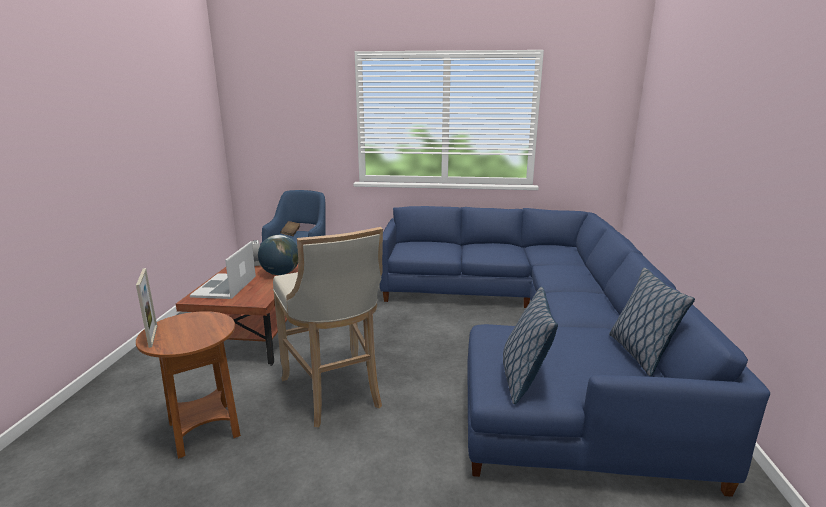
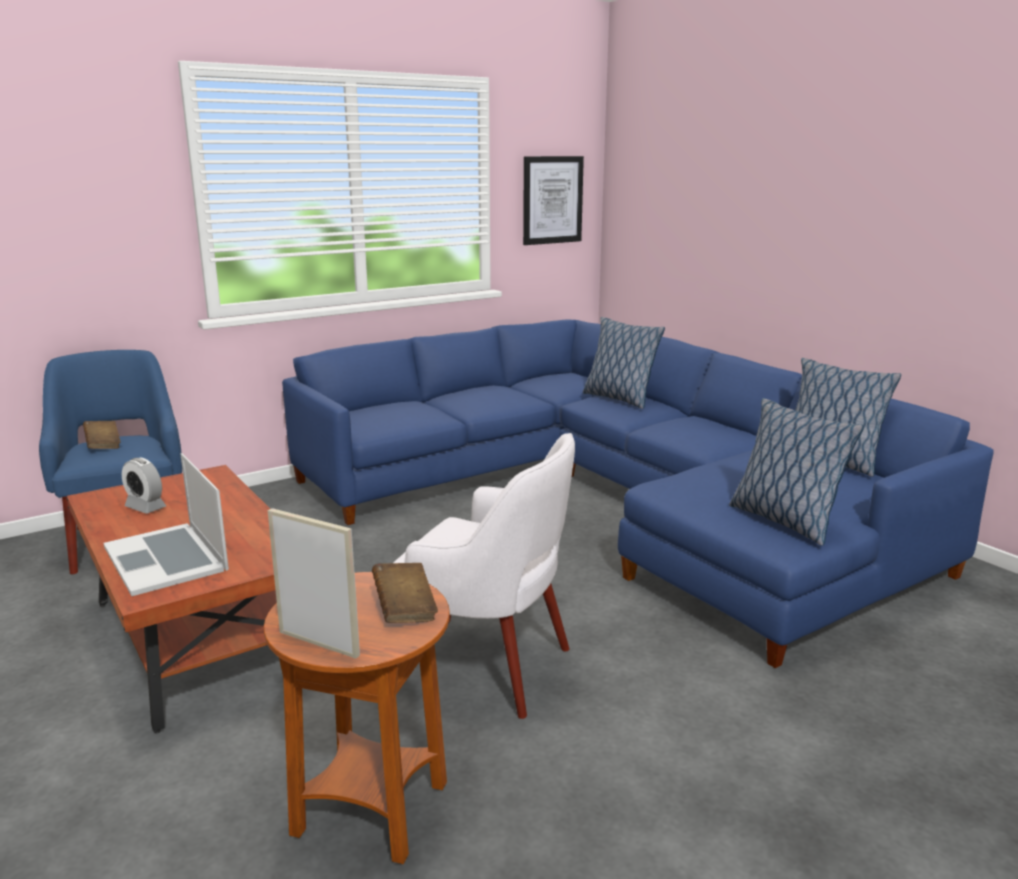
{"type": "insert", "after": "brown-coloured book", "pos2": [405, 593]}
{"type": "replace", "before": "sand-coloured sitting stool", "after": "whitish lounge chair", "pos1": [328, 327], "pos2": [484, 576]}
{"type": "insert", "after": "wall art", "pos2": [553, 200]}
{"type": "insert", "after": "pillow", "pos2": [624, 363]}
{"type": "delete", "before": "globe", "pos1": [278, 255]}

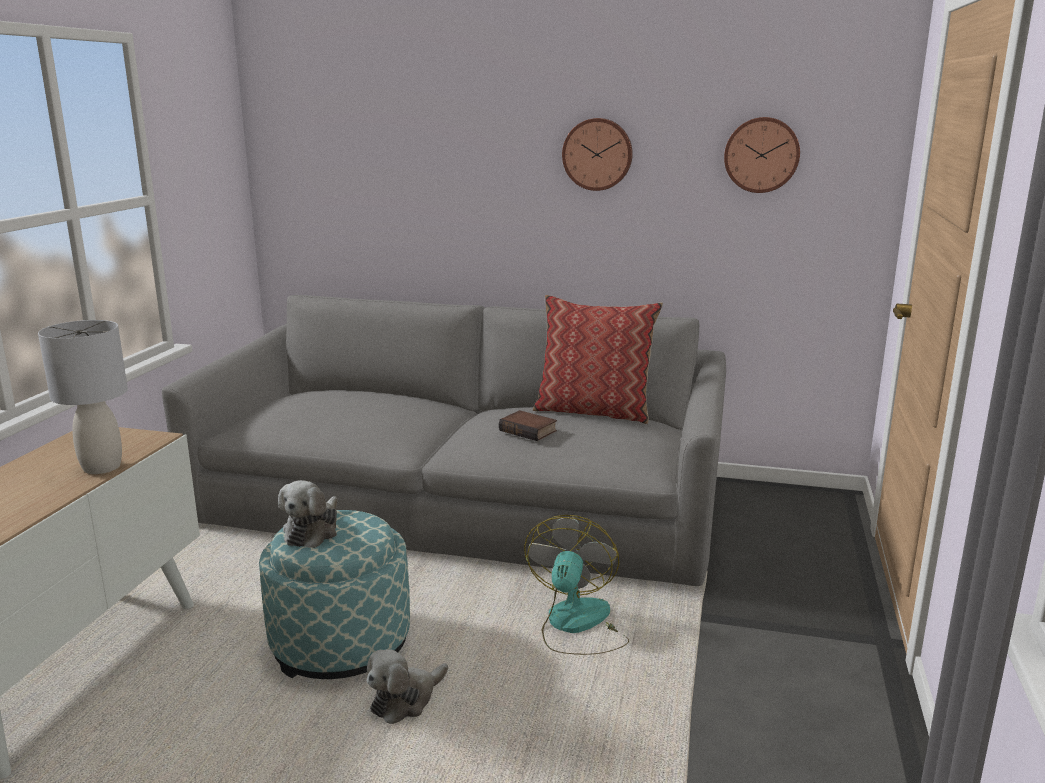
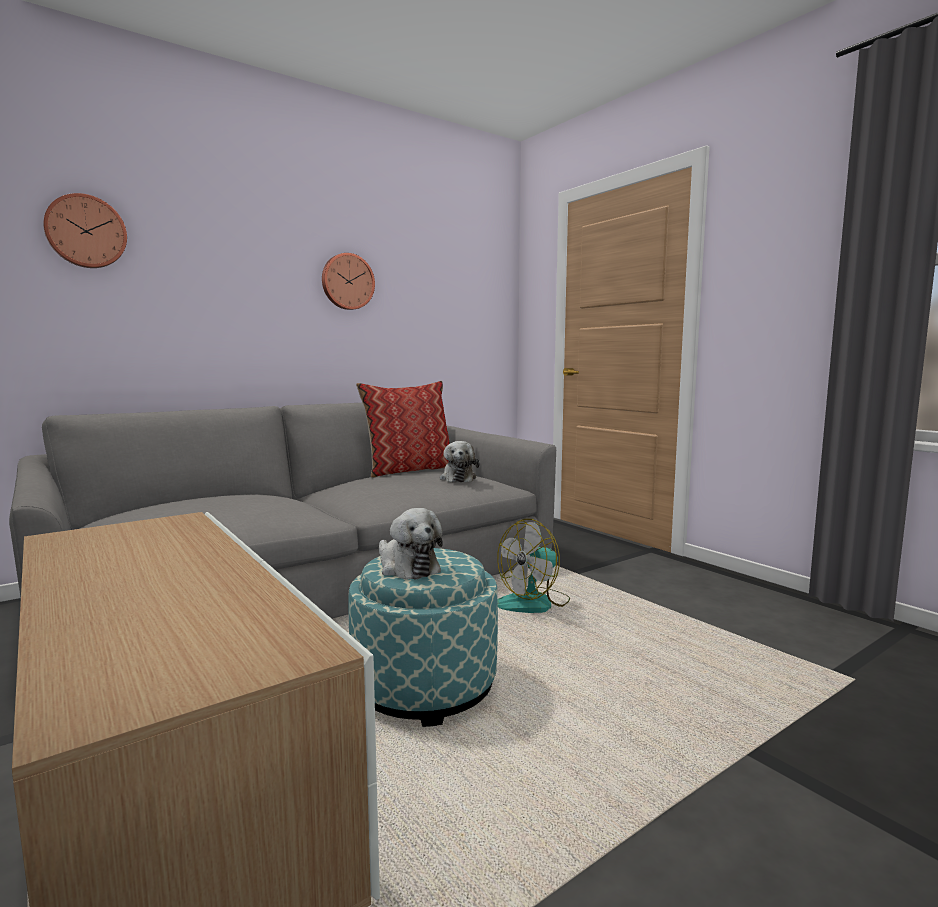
{"type": "move", "before": "wall clock", "pos1": [762, 155], "pos2": [85, 230]}
{"type": "move", "before": "cuddly toy", "pos1": [407, 686], "pos2": [460, 462]}
{"type": "rotate", "before": "fan", "pos1": [576, 585], "pos2": [533, 566], "turn": -90}
{"type": "delete", "before": "gray tabletop lamp", "pos1": [83, 397]}
{"type": "delete", "before": "book", "pos1": [528, 425]}

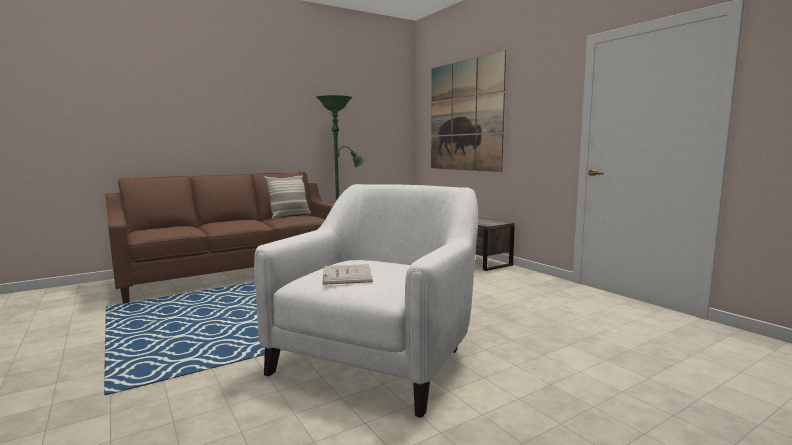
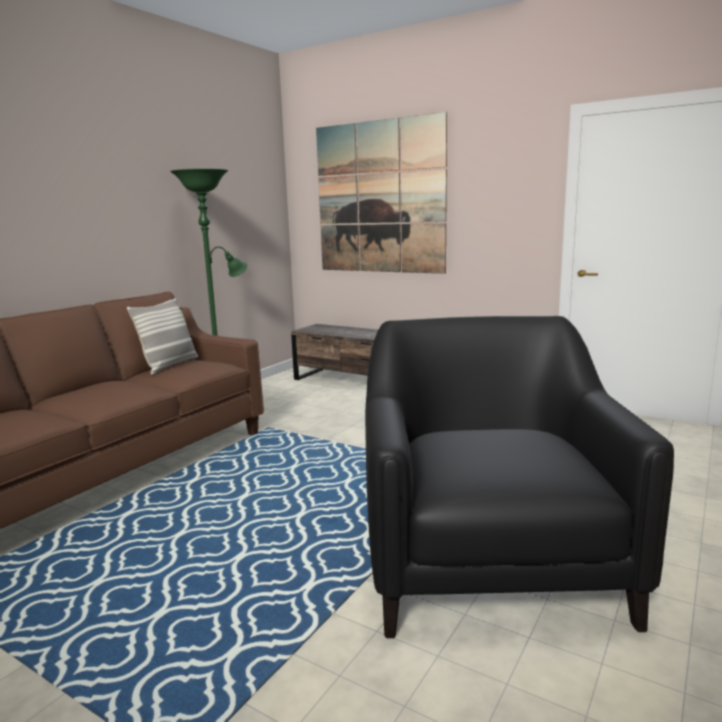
{"type": "recolor", "before": "whitish lounge chair", "after": "black lounge chair", "pos1": [366, 301], "pos2": [519, 477]}
{"type": "delete", "before": "whitish book", "pos1": [347, 274]}

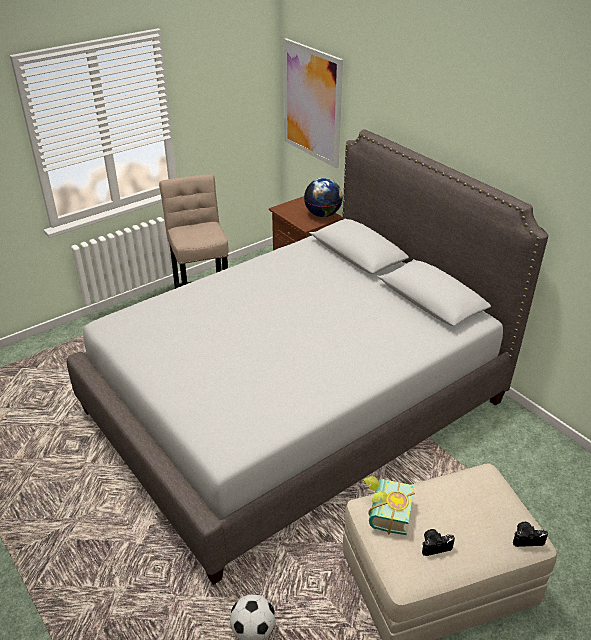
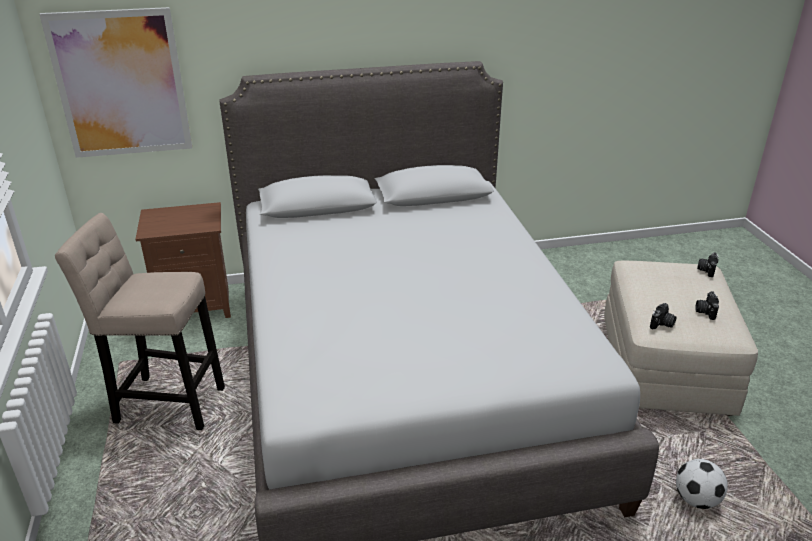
{"type": "replace", "before": "book", "after": "still camera", "pos1": [389, 505], "pos2": [663, 316]}
{"type": "delete", "before": "globe", "pos1": [323, 197]}

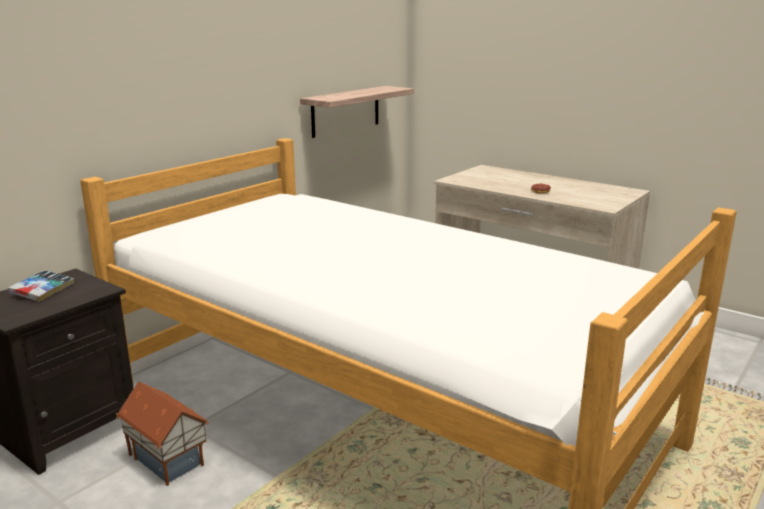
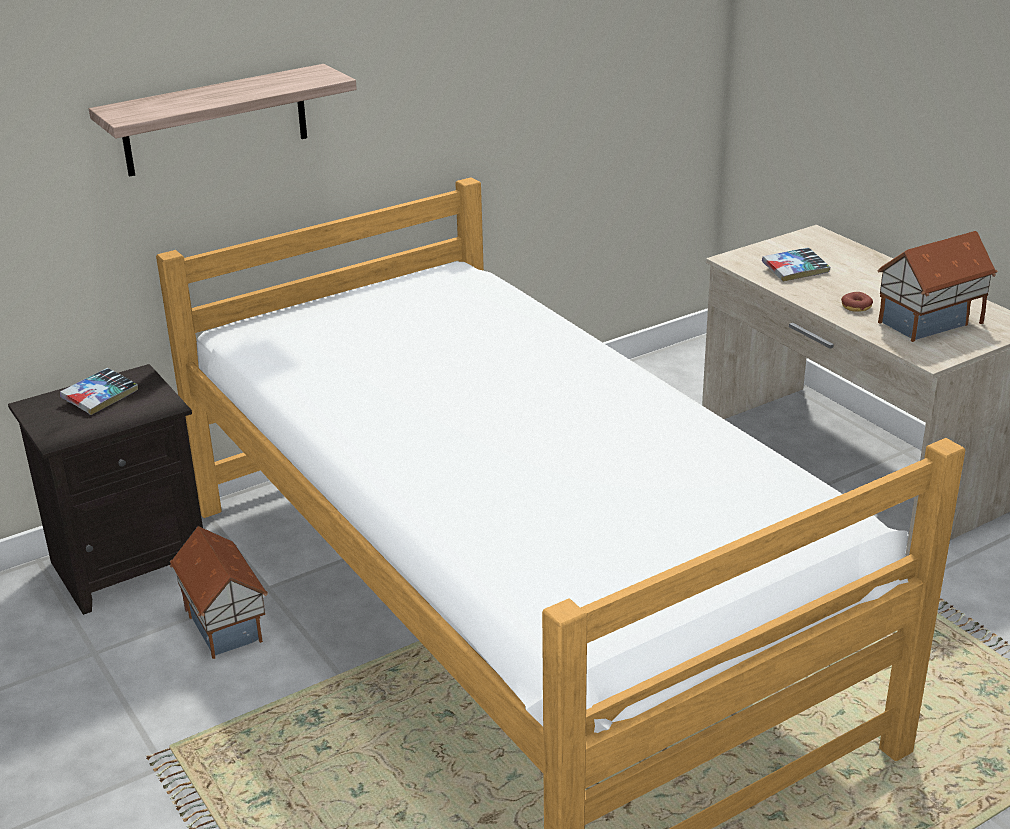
{"type": "move", "before": "shelf", "pos1": [357, 112], "pos2": [223, 120]}
{"type": "insert", "after": "book", "pos2": [796, 264]}
{"type": "insert", "after": "model house", "pos2": [937, 286]}

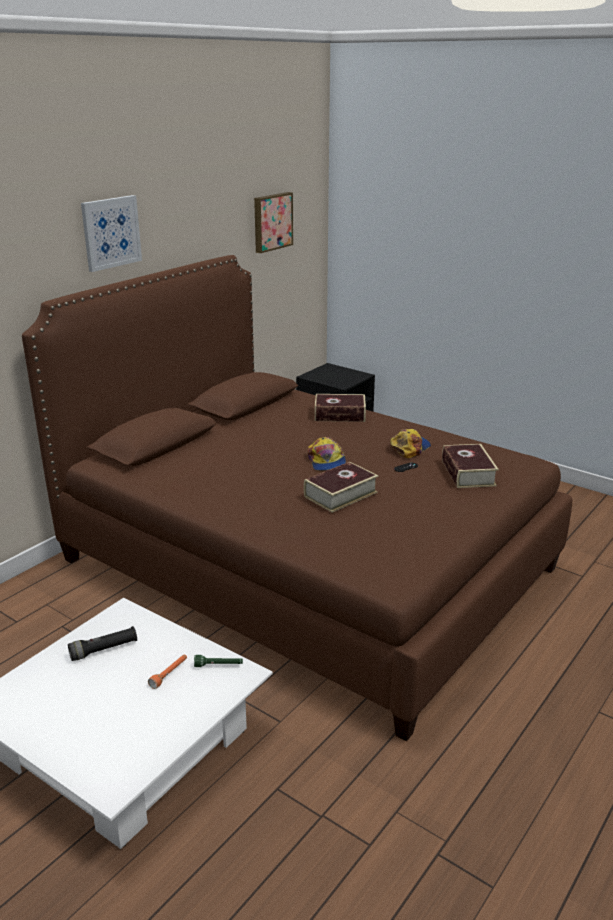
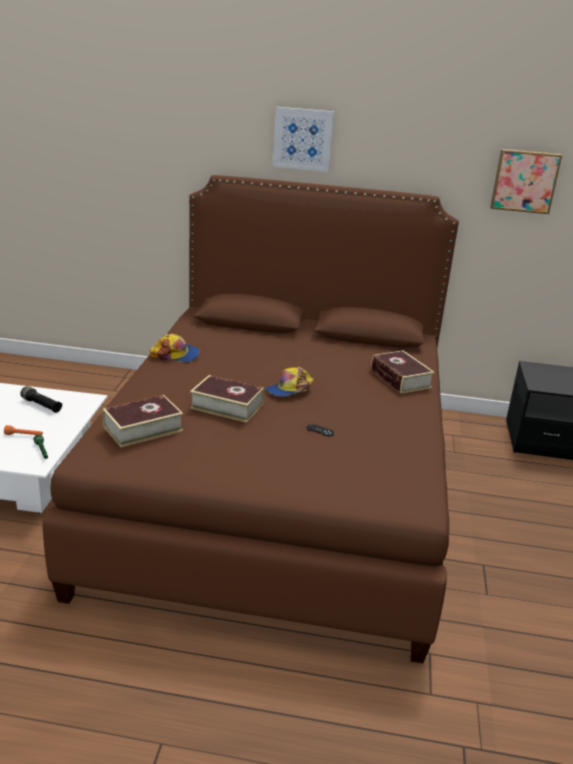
{"type": "move", "before": "book", "pos1": [470, 466], "pos2": [143, 421]}
{"type": "move", "before": "cap", "pos1": [410, 443], "pos2": [175, 347]}

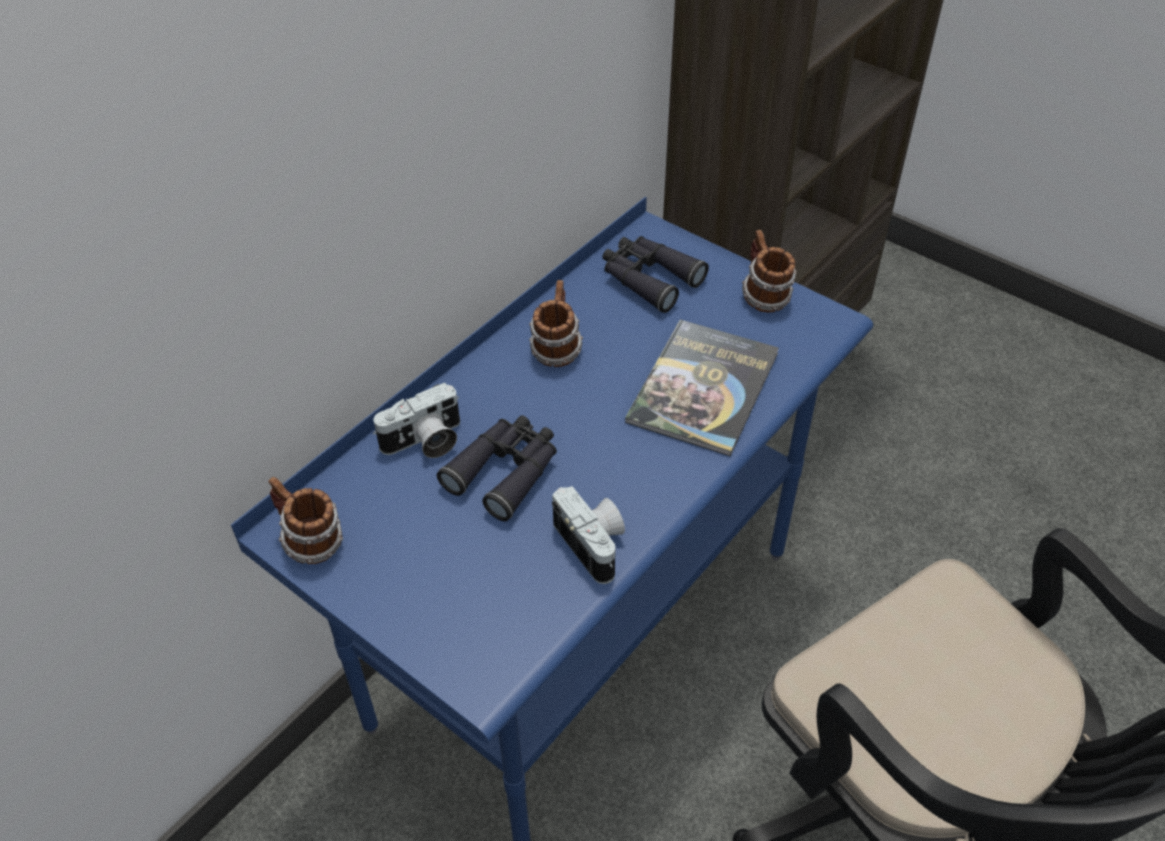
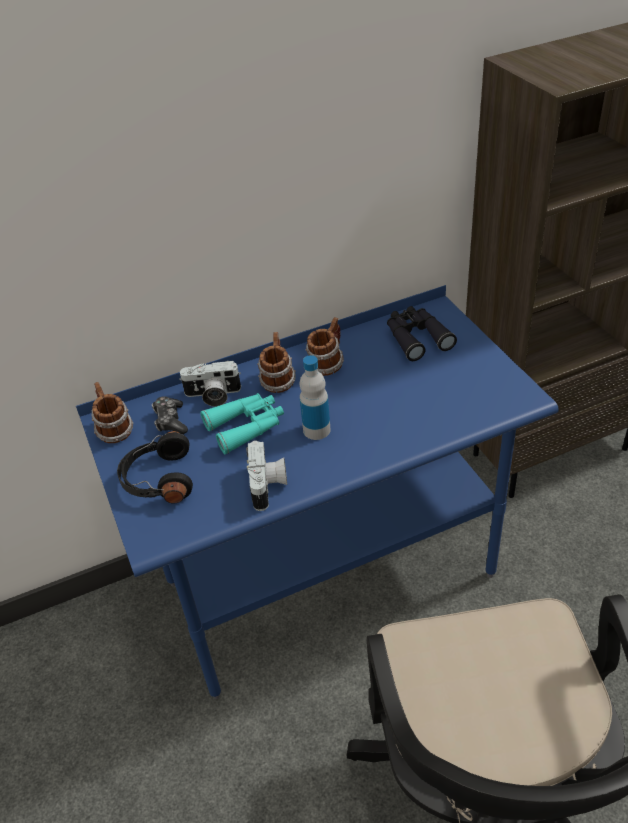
{"type": "insert", "after": "black headphones", "pos2": [155, 467]}
{"type": "insert", "after": "gamepad", "pos2": [170, 415]}
{"type": "recolor", "before": "black binoculars", "after": "blue-green binoculars", "pos1": [497, 468], "pos2": [242, 423]}
{"type": "move", "before": "mug", "pos1": [769, 271], "pos2": [276, 362]}
{"type": "insert", "after": "bottle", "pos2": [315, 397]}
{"type": "delete", "before": "book", "pos1": [702, 388]}

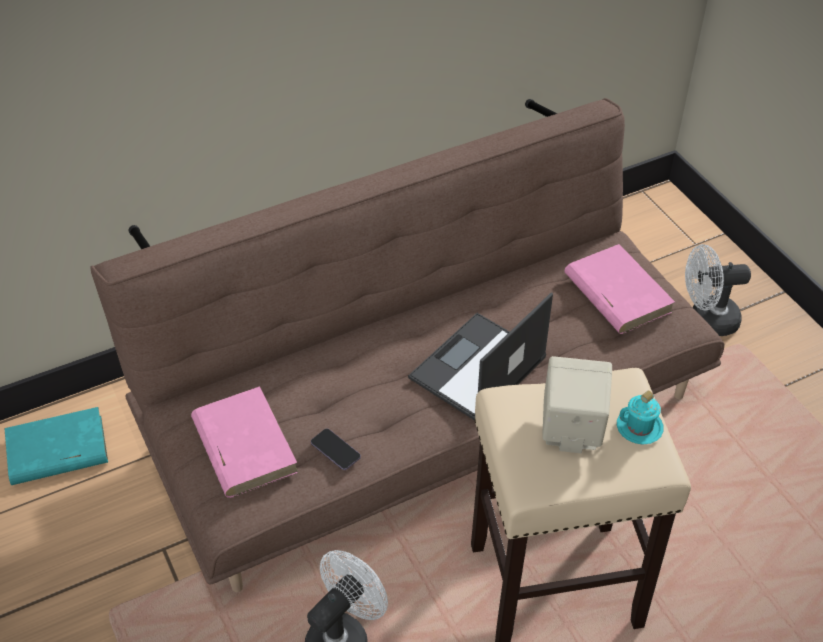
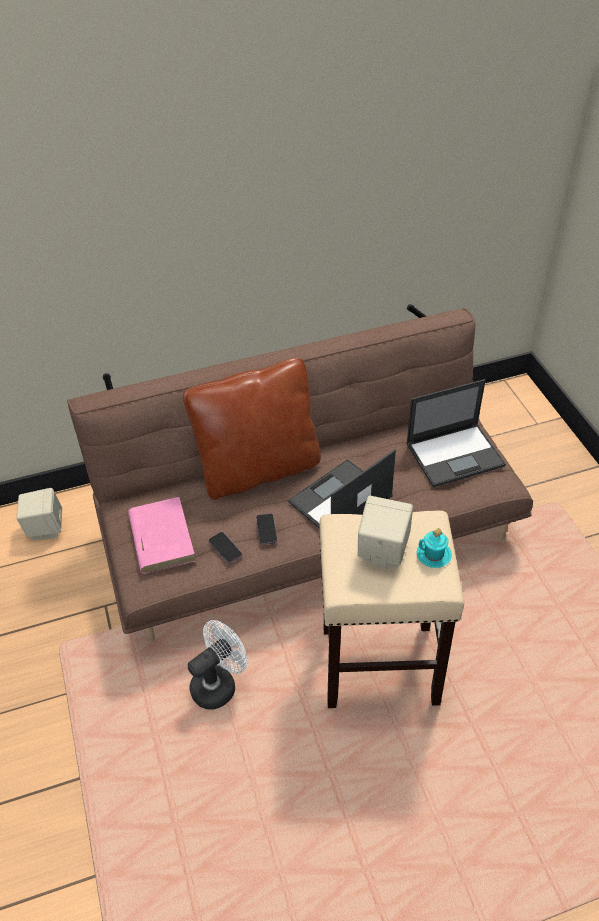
{"type": "replace", "before": "blue-green book", "after": "sand-coloured loudspeaker", "pos1": [56, 446], "pos2": [39, 514]}
{"type": "insert", "after": "brown-coloured pillow", "pos2": [252, 429]}
{"type": "insert", "after": "handset", "pos2": [266, 529]}
{"type": "replace", "before": "pinkish book", "after": "laptop", "pos1": [619, 289], "pos2": [456, 433]}
{"type": "delete", "before": "whitish fan", "pos1": [718, 290]}

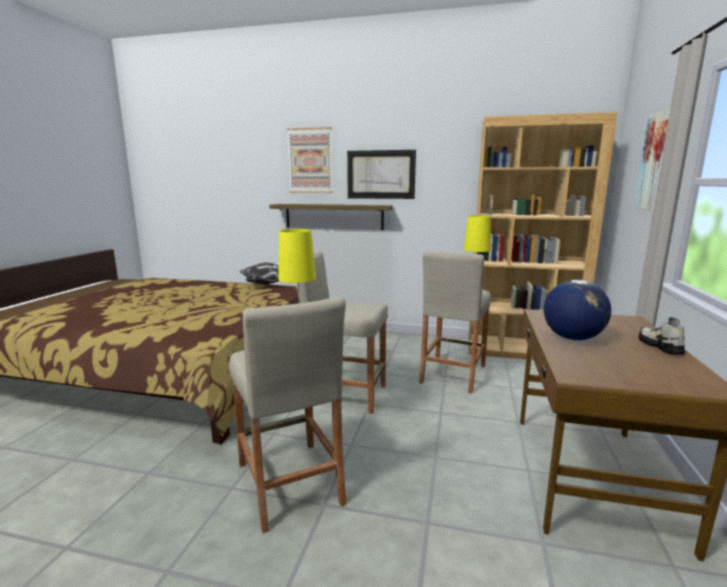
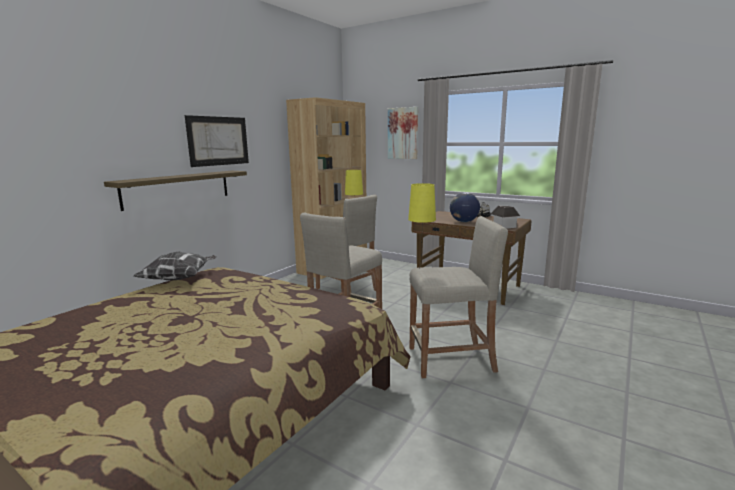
{"type": "insert", "after": "model house", "pos2": [505, 217]}
{"type": "delete", "before": "wall art", "pos1": [310, 160]}

